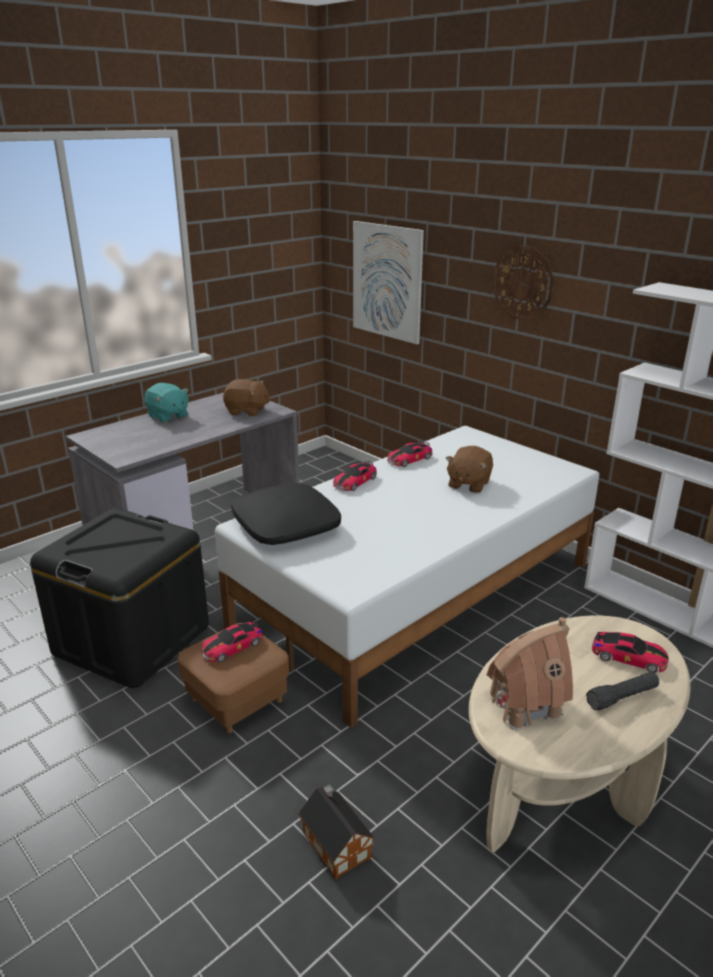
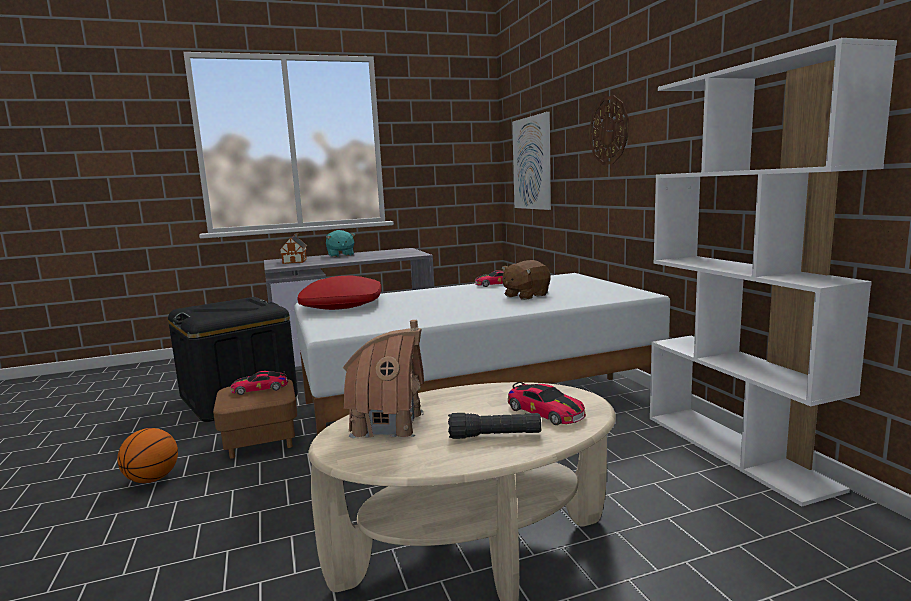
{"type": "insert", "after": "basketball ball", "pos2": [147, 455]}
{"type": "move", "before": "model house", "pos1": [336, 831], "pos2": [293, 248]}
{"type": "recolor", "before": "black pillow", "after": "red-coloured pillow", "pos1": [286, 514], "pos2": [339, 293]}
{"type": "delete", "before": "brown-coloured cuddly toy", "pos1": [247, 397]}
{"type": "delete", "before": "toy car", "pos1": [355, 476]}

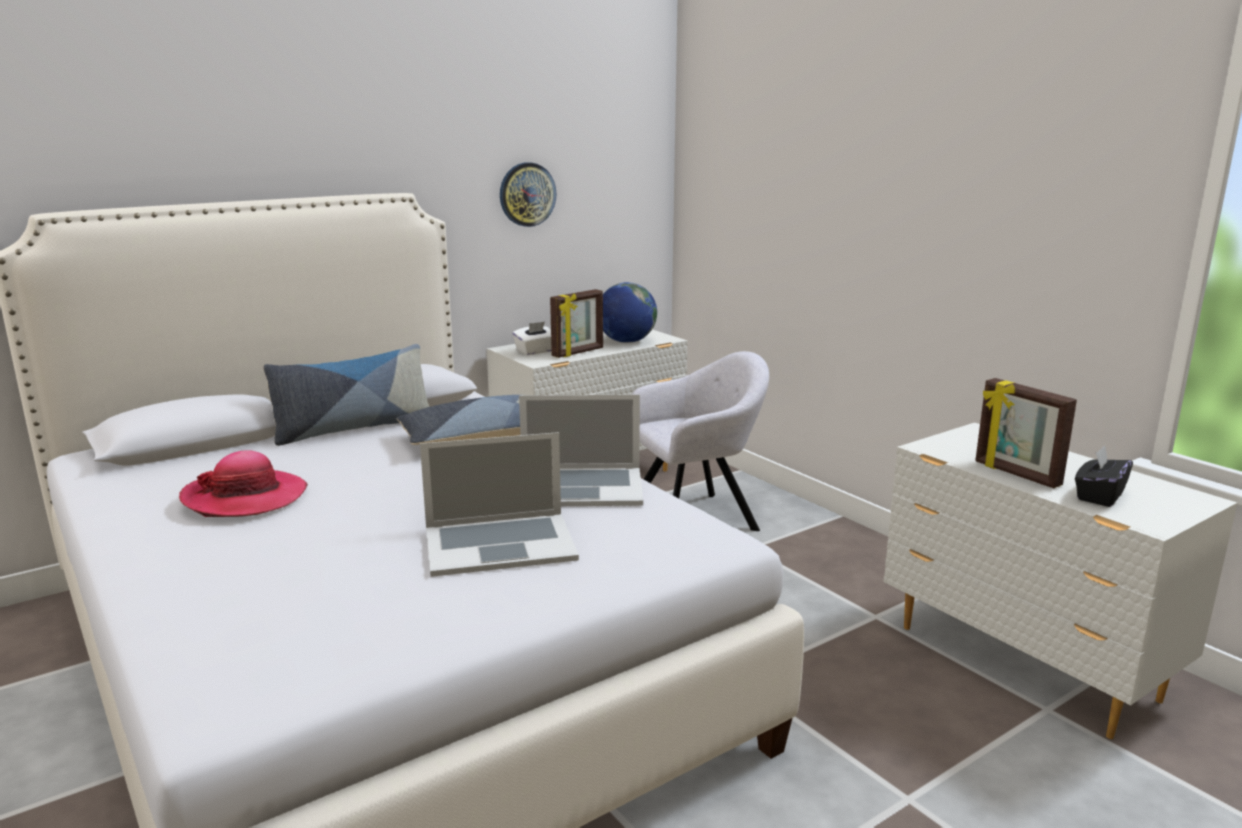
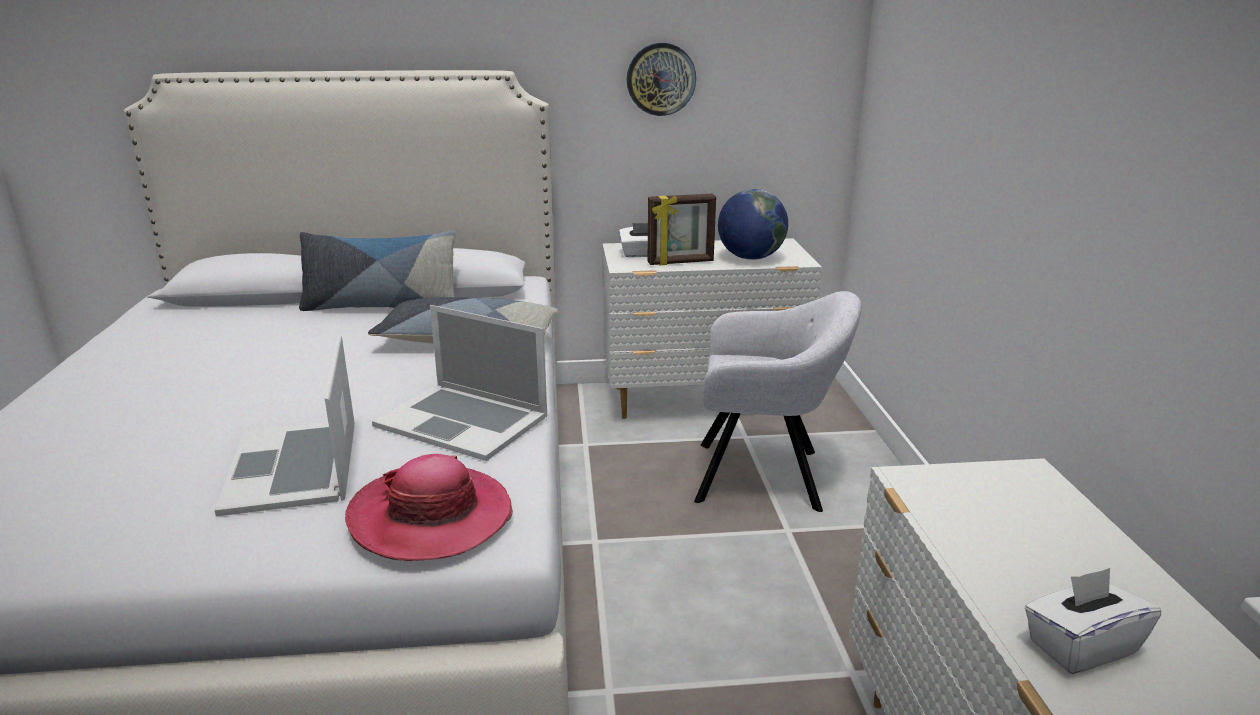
{"type": "rotate", "before": "laptop", "pos1": [499, 504], "pos2": [284, 425], "turn": 60}
{"type": "move", "before": "hat", "pos1": [243, 483], "pos2": [429, 507]}
{"type": "recolor", "before": "black tissue holder", "after": "whitish tissue holder", "pos1": [1104, 476], "pos2": [1093, 621]}
{"type": "delete", "before": "picture frame", "pos1": [1026, 433]}

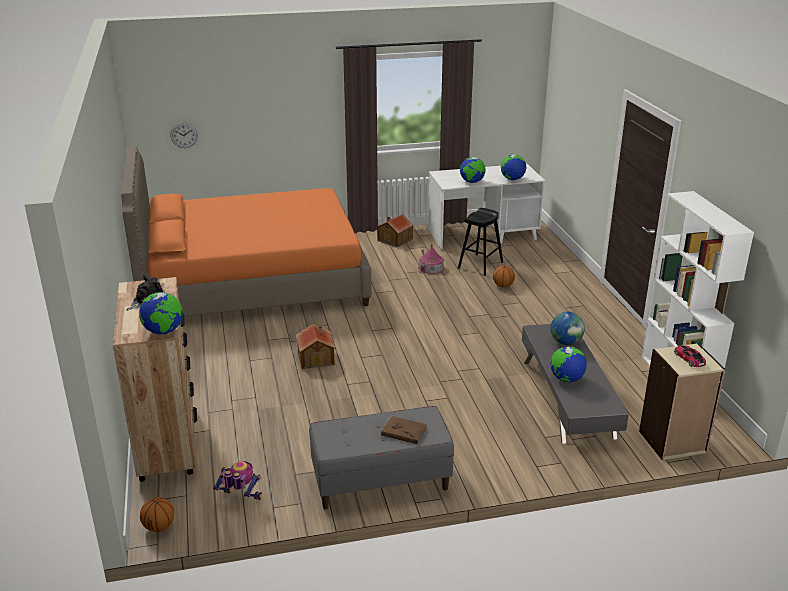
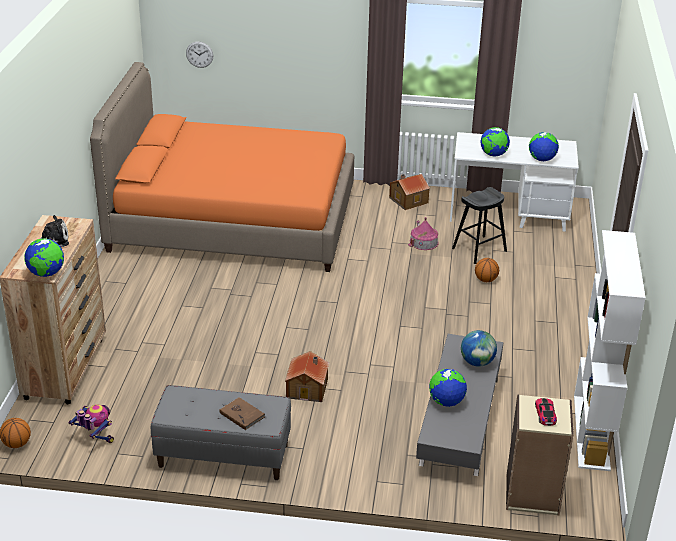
{"type": "move", "before": "model house", "pos1": [315, 346], "pos2": [307, 376]}

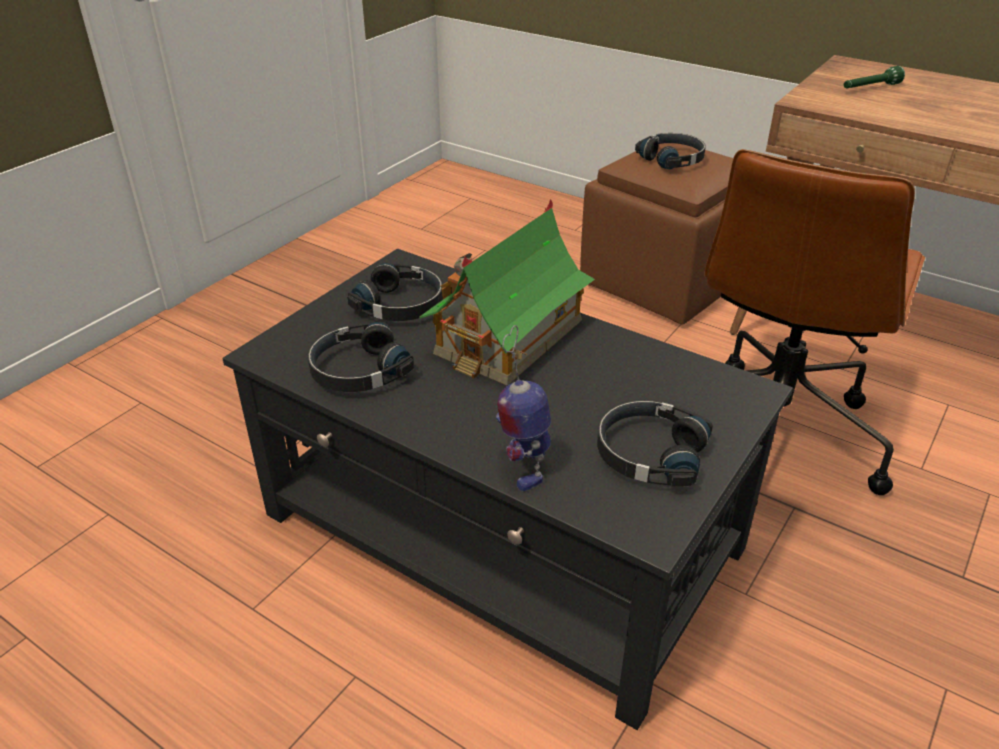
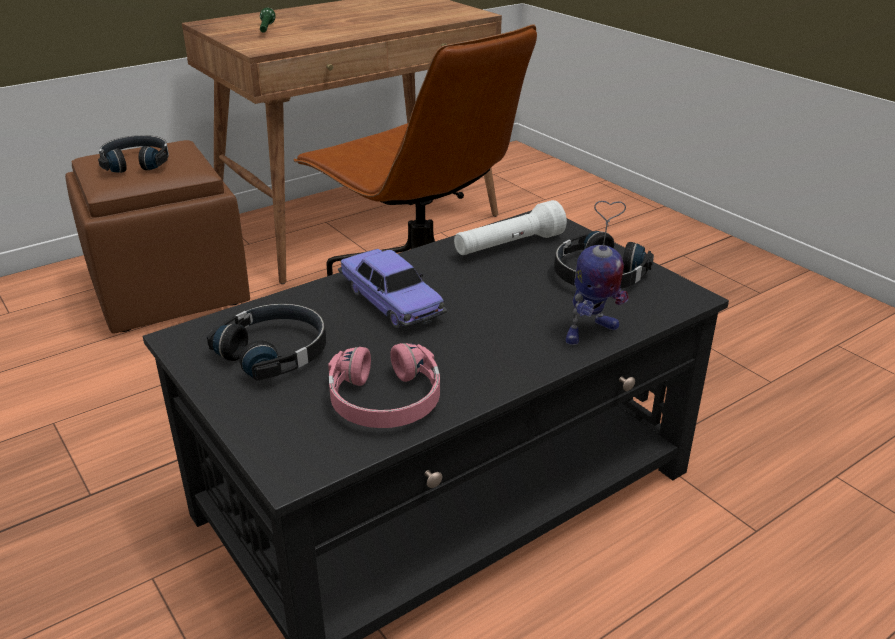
{"type": "recolor", "before": "black headphones", "after": "pinkish headphones", "pos1": [361, 357], "pos2": [384, 385]}
{"type": "replace", "before": "model house", "after": "toy car", "pos1": [507, 292], "pos2": [392, 288]}
{"type": "insert", "after": "whitish torch", "pos2": [510, 227]}
{"type": "rotate", "before": "robot figure", "pos1": [523, 408], "pos2": [597, 273], "turn": -45}

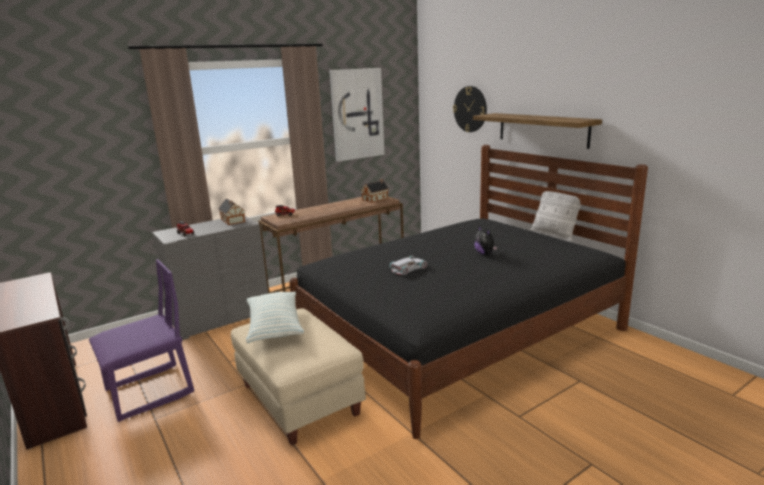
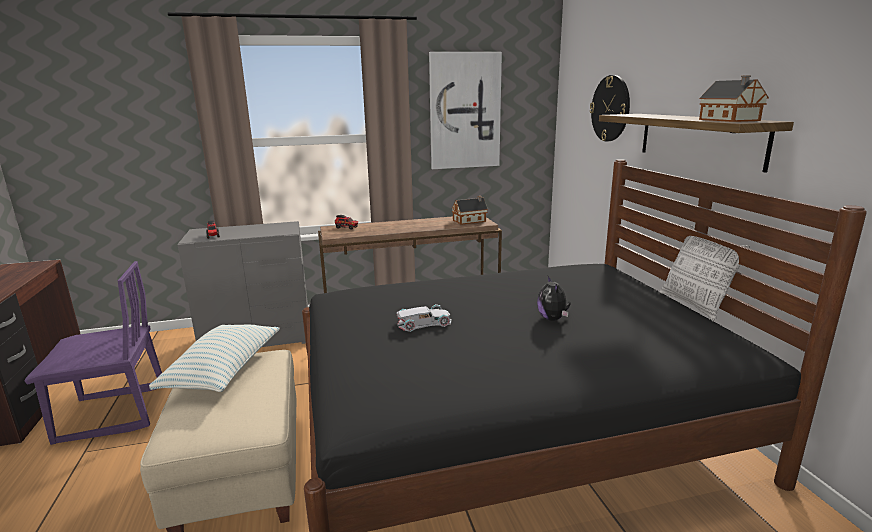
{"type": "move", "before": "model house", "pos1": [231, 212], "pos2": [734, 98]}

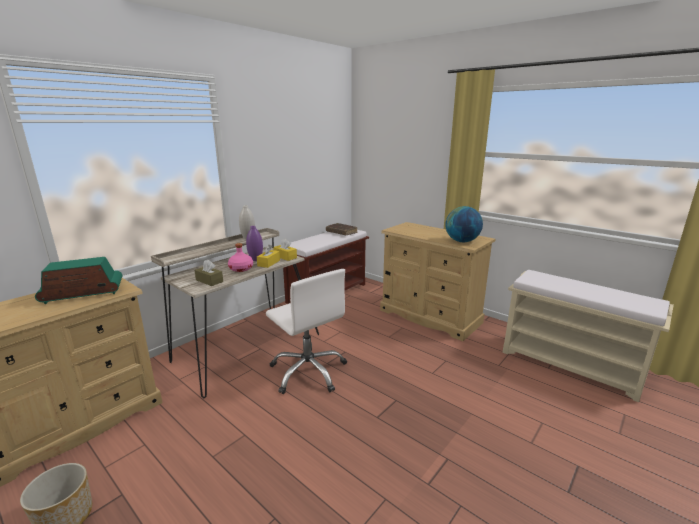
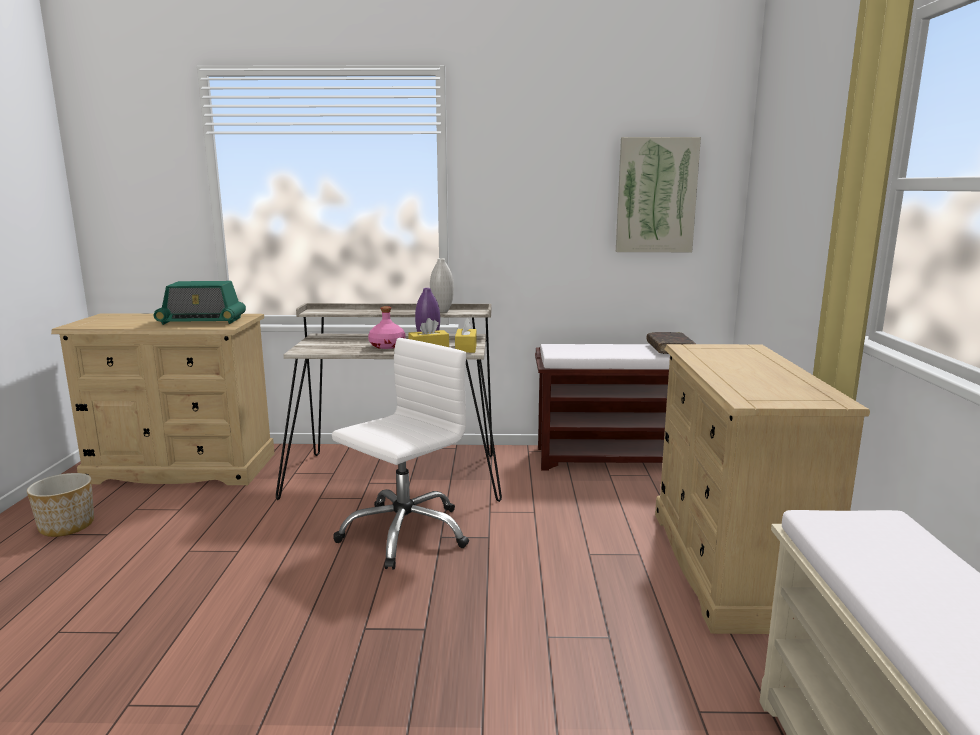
{"type": "rotate", "before": "radio", "pos1": [78, 280], "pos2": [200, 303], "turn": 150}
{"type": "rotate", "before": "whitish desk chair", "pos1": [306, 331], "pos2": [400, 453], "turn": -150}
{"type": "insert", "after": "wall art", "pos2": [658, 194]}
{"type": "delete", "before": "brown-coloured tissue holder", "pos1": [209, 273]}
{"type": "delete", "before": "globe", "pos1": [464, 224]}

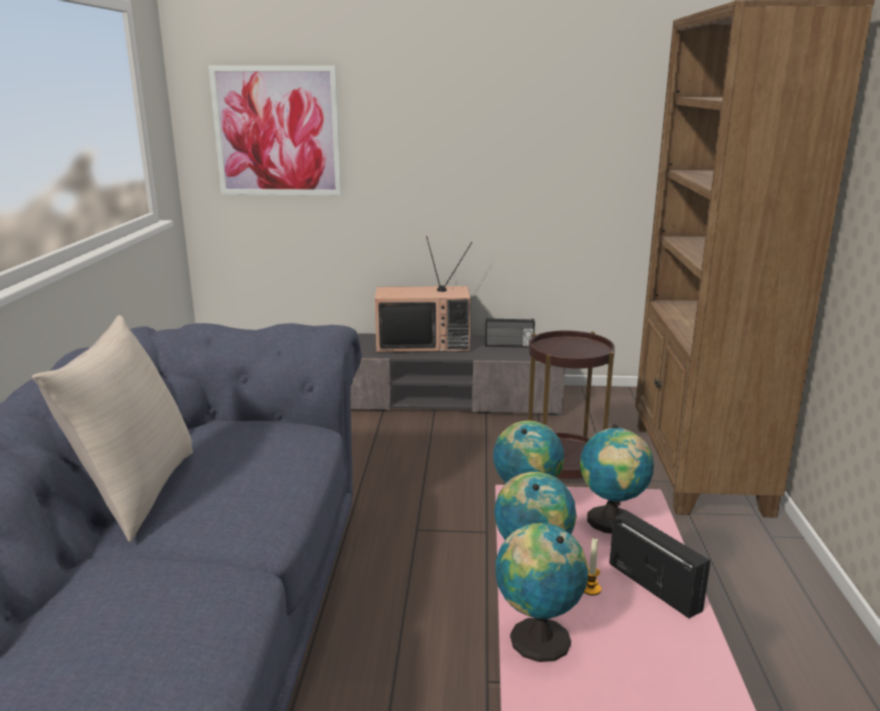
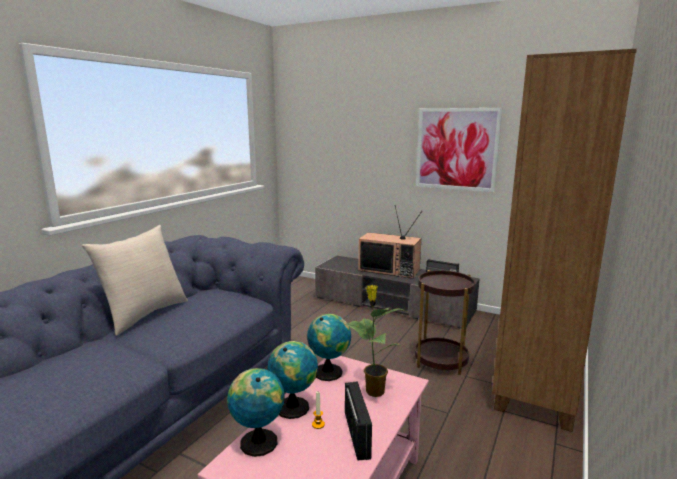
{"type": "replace", "before": "globe", "after": "houseplant", "pos1": [617, 478], "pos2": [375, 341]}
{"type": "move", "before": "wall art", "pos1": [275, 130], "pos2": [459, 150]}

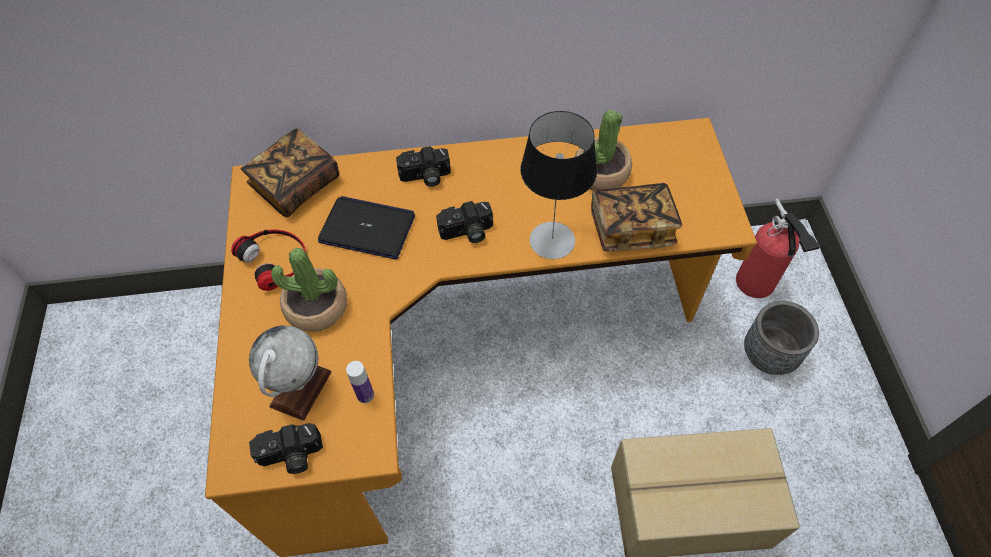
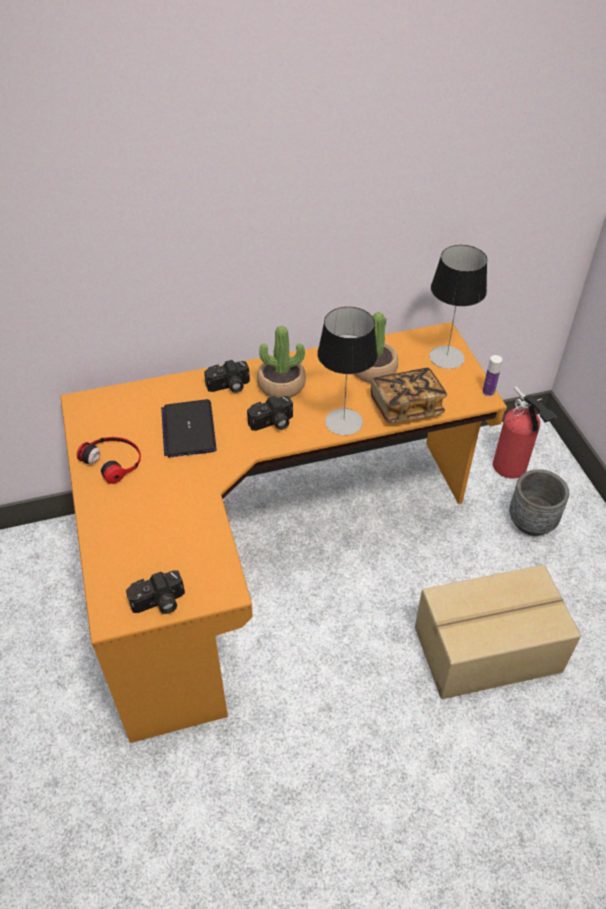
{"type": "rotate", "before": "laptop", "pos1": [366, 227], "pos2": [189, 428], "turn": -105}
{"type": "move", "before": "houseplant", "pos1": [309, 290], "pos2": [281, 362]}
{"type": "insert", "after": "tabletop lamp", "pos2": [458, 307]}
{"type": "move", "before": "bottle", "pos1": [360, 382], "pos2": [492, 375]}
{"type": "delete", "before": "book", "pos1": [290, 172]}
{"type": "delete", "before": "globe", "pos1": [290, 373]}

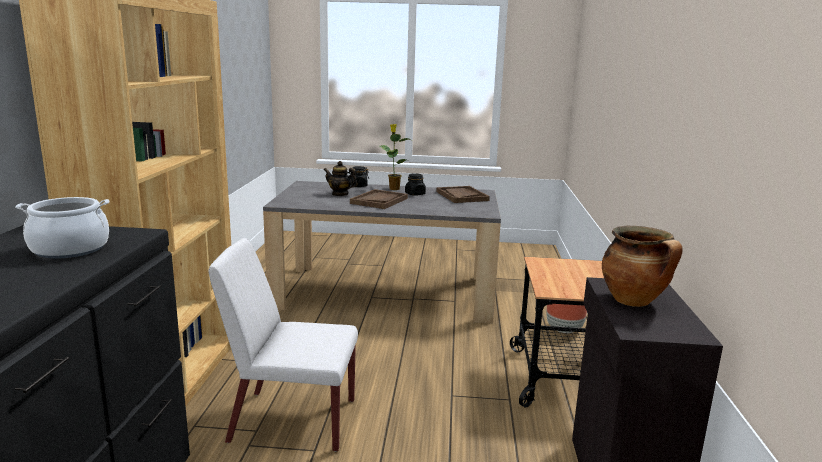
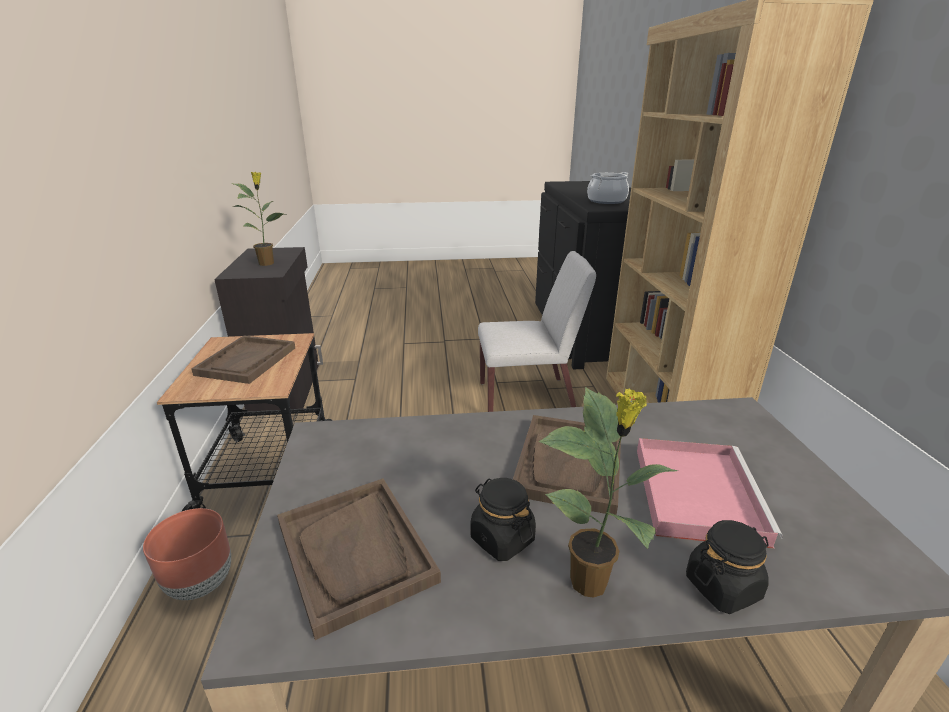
{"type": "insert", "after": "brown-coloured carrying tray", "pos2": [243, 359]}
{"type": "replace", "before": "cooking pot", "after": "houseplant", "pos1": [642, 266], "pos2": [257, 219]}
{"type": "replace", "before": "pot for tea", "after": "pinkish carrying tray", "pos1": [341, 178], "pos2": [710, 493]}

